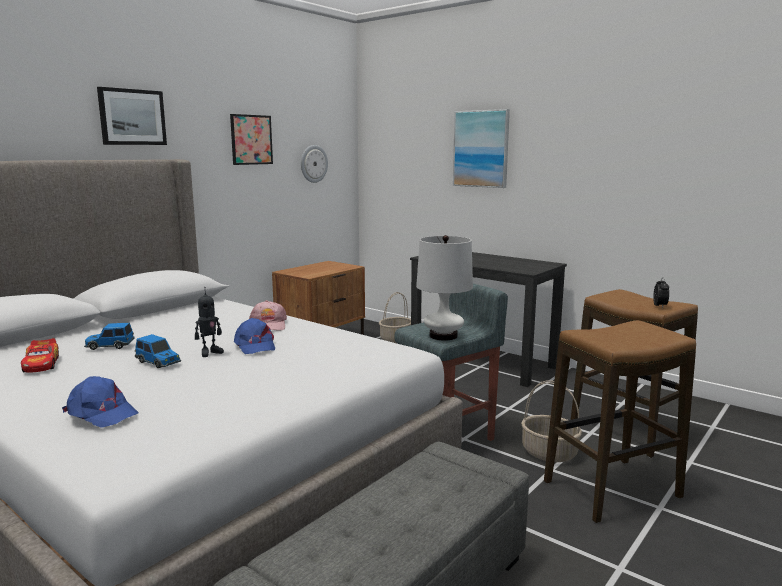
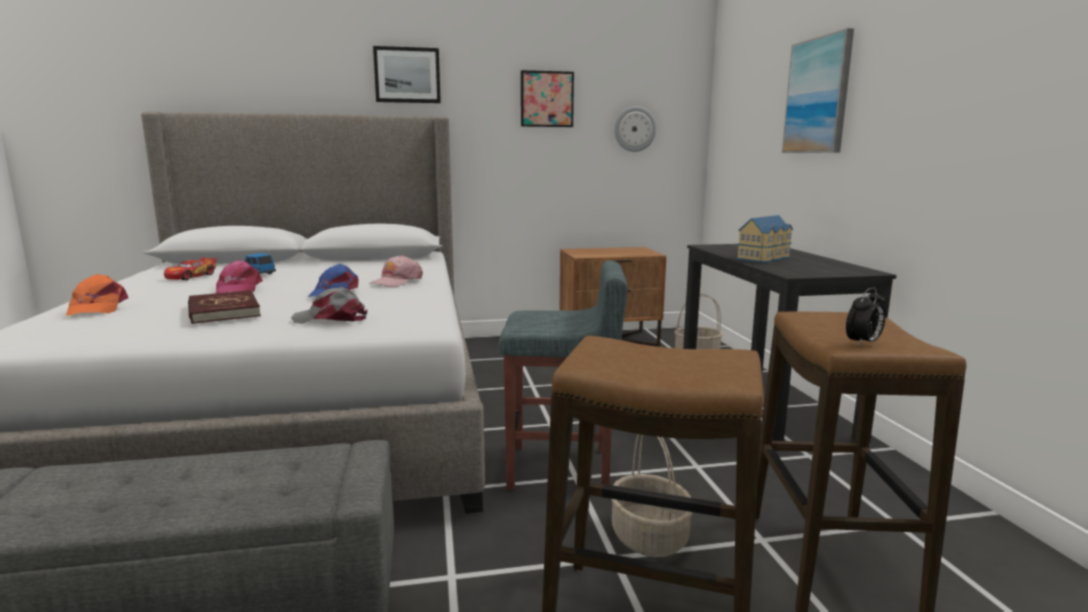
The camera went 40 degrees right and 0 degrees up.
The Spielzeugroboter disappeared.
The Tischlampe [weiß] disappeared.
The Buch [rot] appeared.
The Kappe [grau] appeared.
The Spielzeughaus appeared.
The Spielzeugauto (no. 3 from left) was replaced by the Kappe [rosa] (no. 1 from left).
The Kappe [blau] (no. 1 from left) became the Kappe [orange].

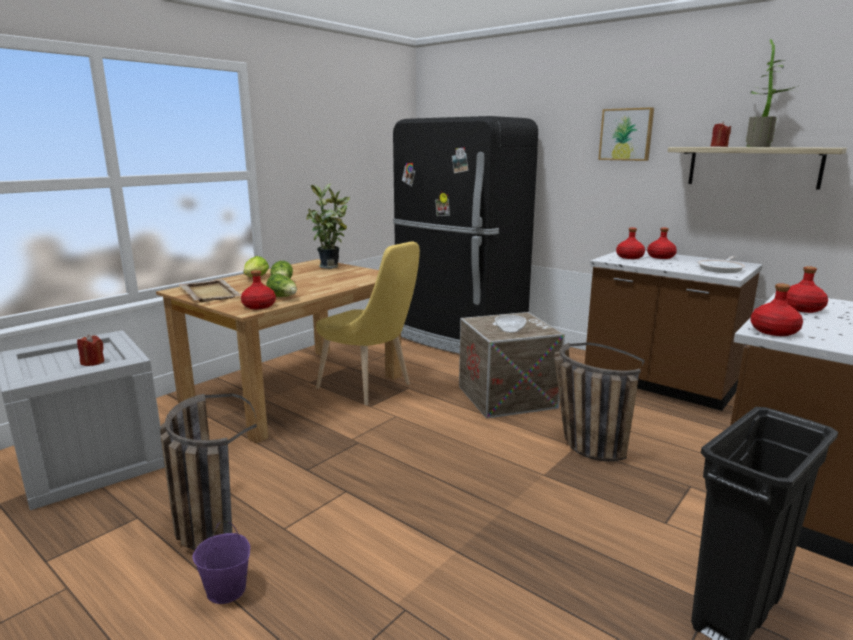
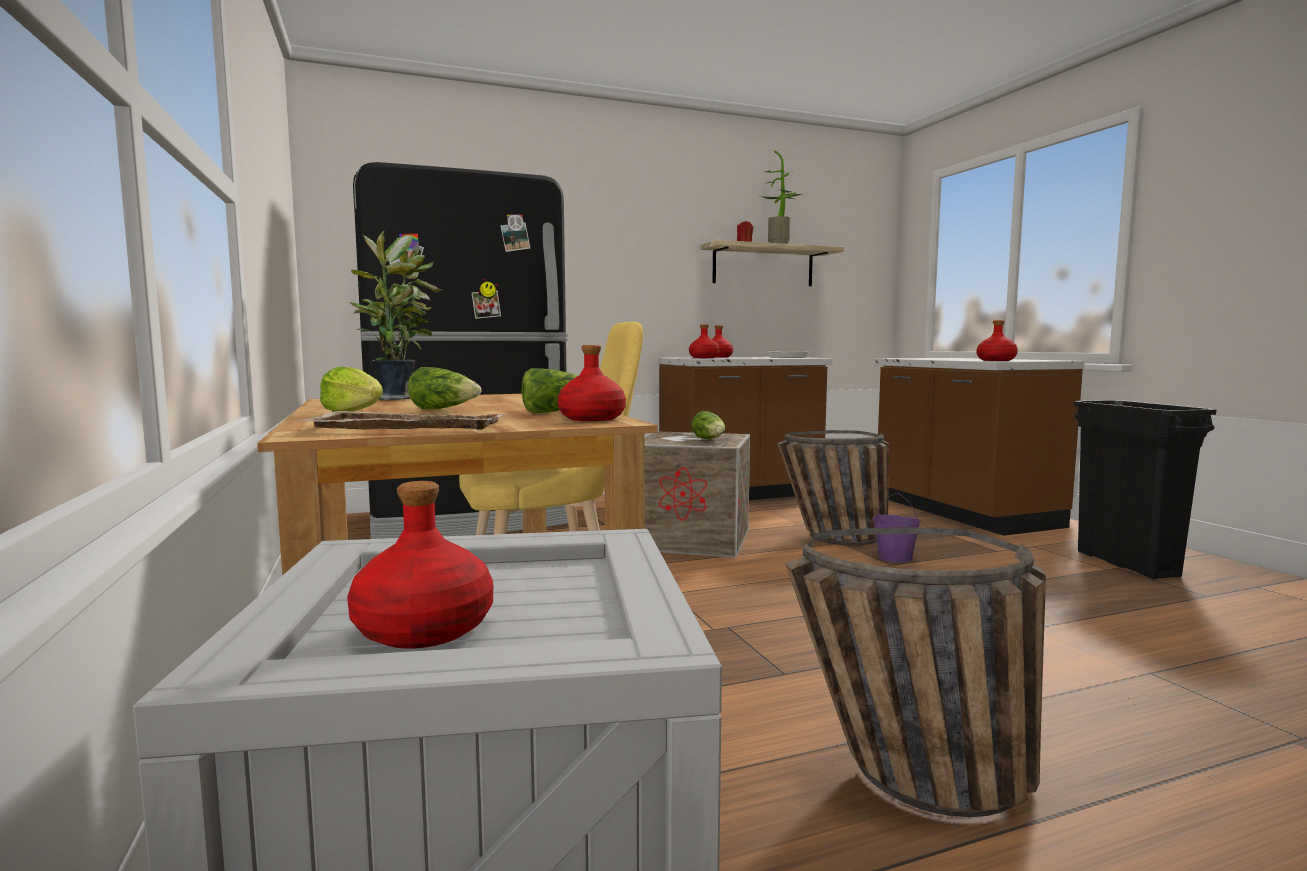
The camera went 60 degrees left and 10 degrees down.
The Kerze [rot] (no. 1 from left) disappeared.
The Bild disappeared.
The Eimer [lila] moved.
The Flasche [rot] (no. 5 from left in the first image) moved.
The Schüssel was replaced by the Salatkopf (no. 4 from left).

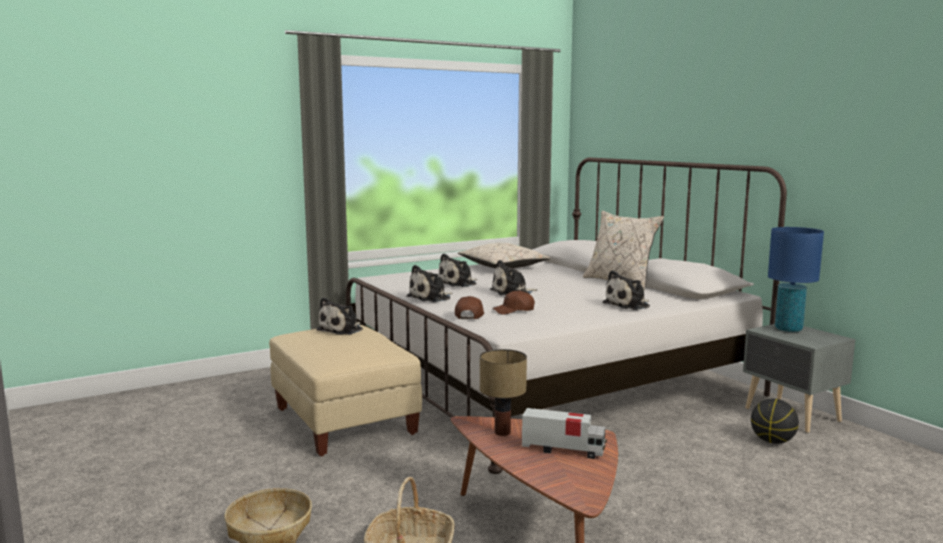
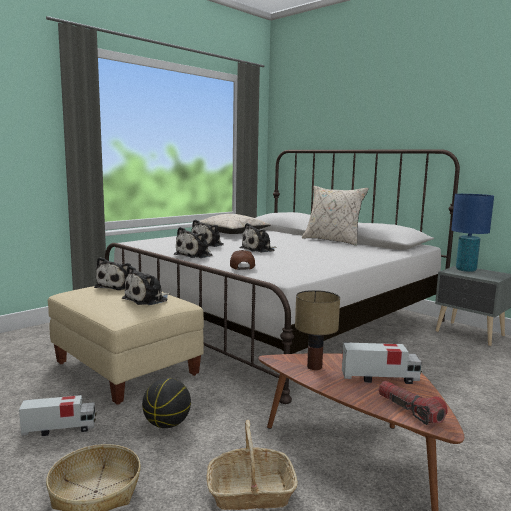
The camera went 15 degrees left and 0 degrees up.
The Kappe [braun] (no. 2 from left) disappeared.
The Spielzeuglaster (no. 1 from left) appeared.
The Taschenlampe appeared.
The Plüschtier (no. 5 from left in the first image) moved.
The Basketball moved.

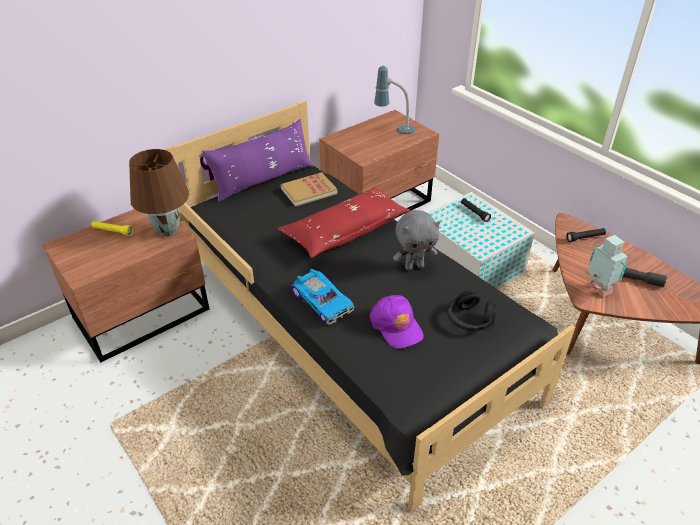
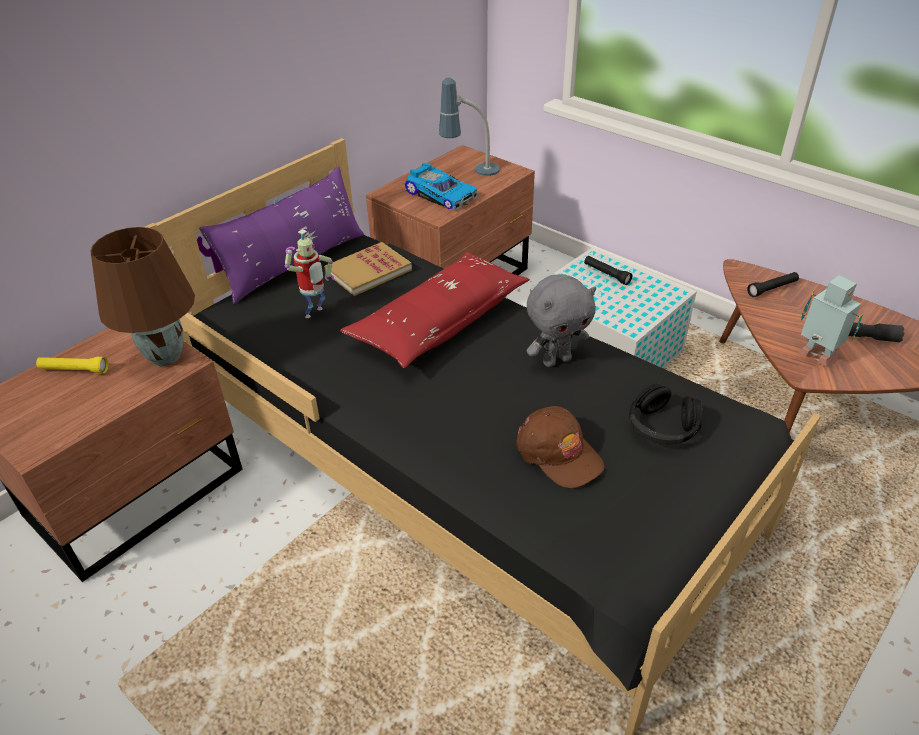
The camera went 10 degrees left and 0 degrees up.
The Spielzeugroboter (no. 1 from left) appeared.
The Spielzeugauto moved.
The Kappe [lila] became the Kappe [braun].

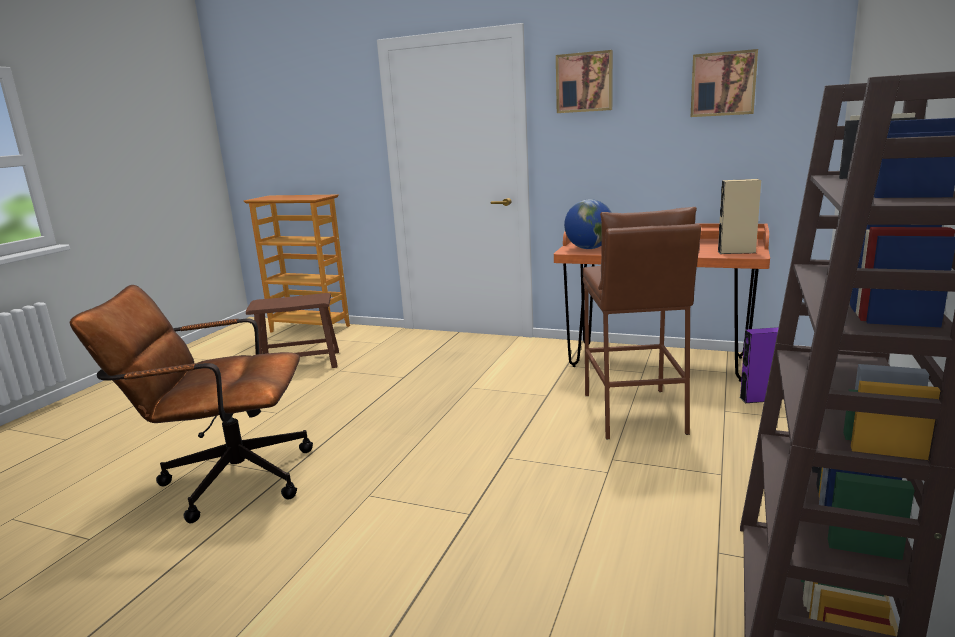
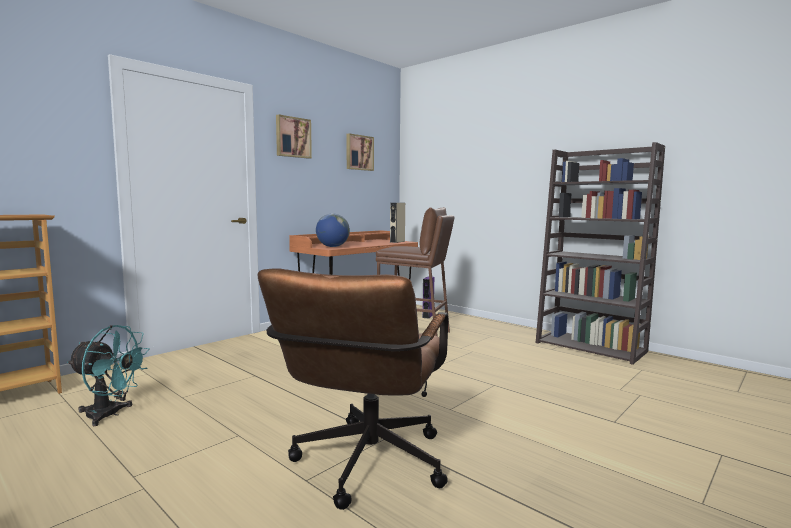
The camera went 70 degrees left and 10 degrees down.
The Hocker [braun] (no. 1 from left) was replaced by the Ventilator [türkis].

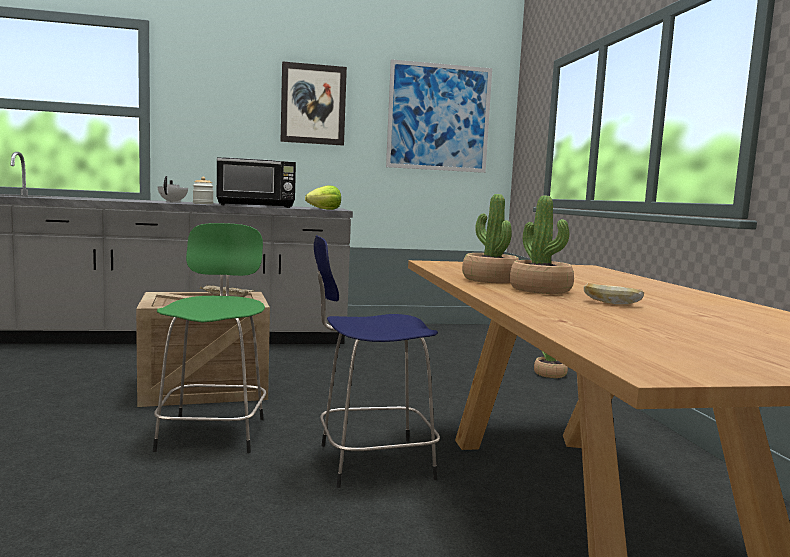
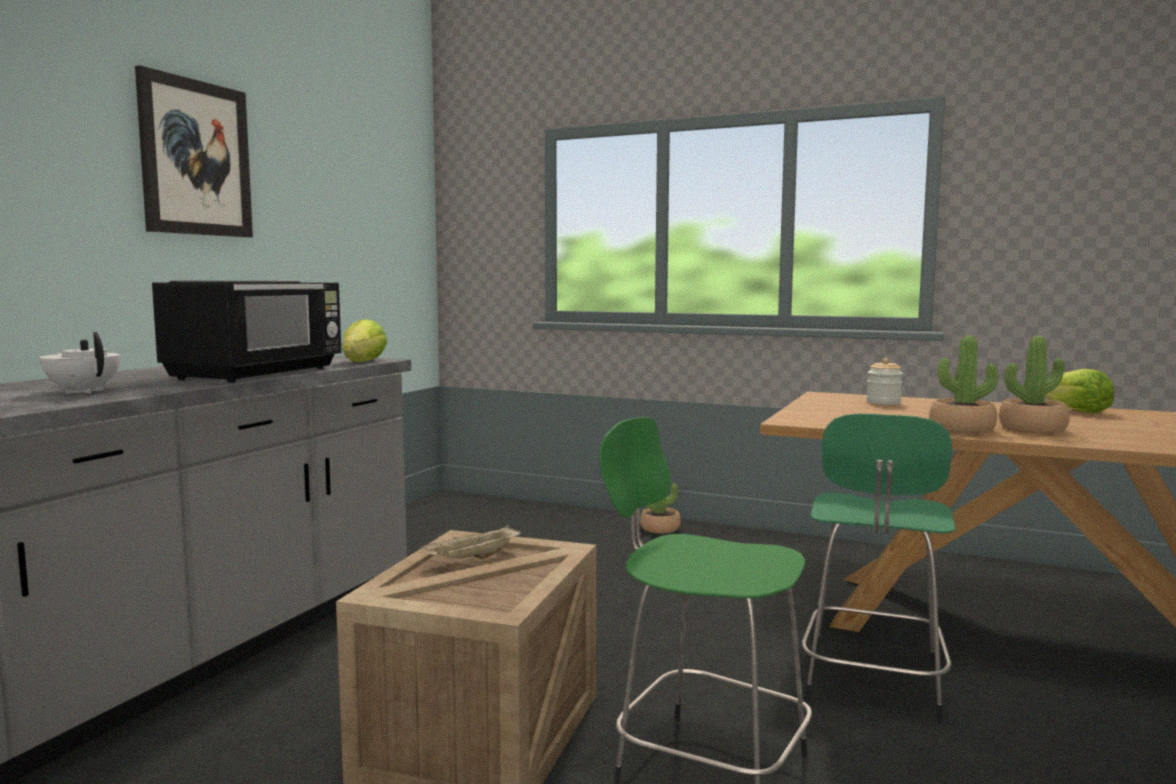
The camera went 55 degrees left and 0 degrees up.
The Bild (no. 2 from left) disappeared.
The Brot disappeared.
The Salatkopf (no. 2 from left) appeared.
The Vorratsglas moved.
The Hocker [blau] became the Hocker [grün] (no. 2 from left).

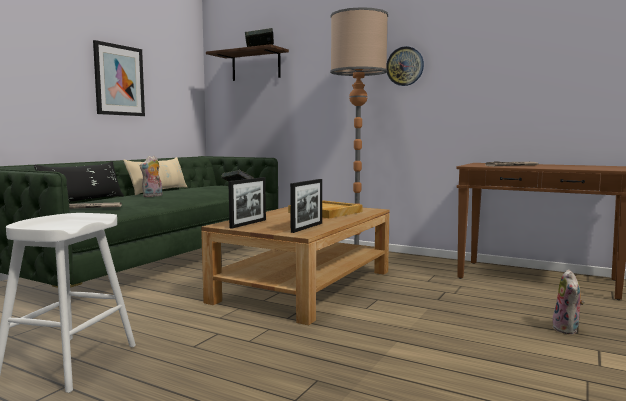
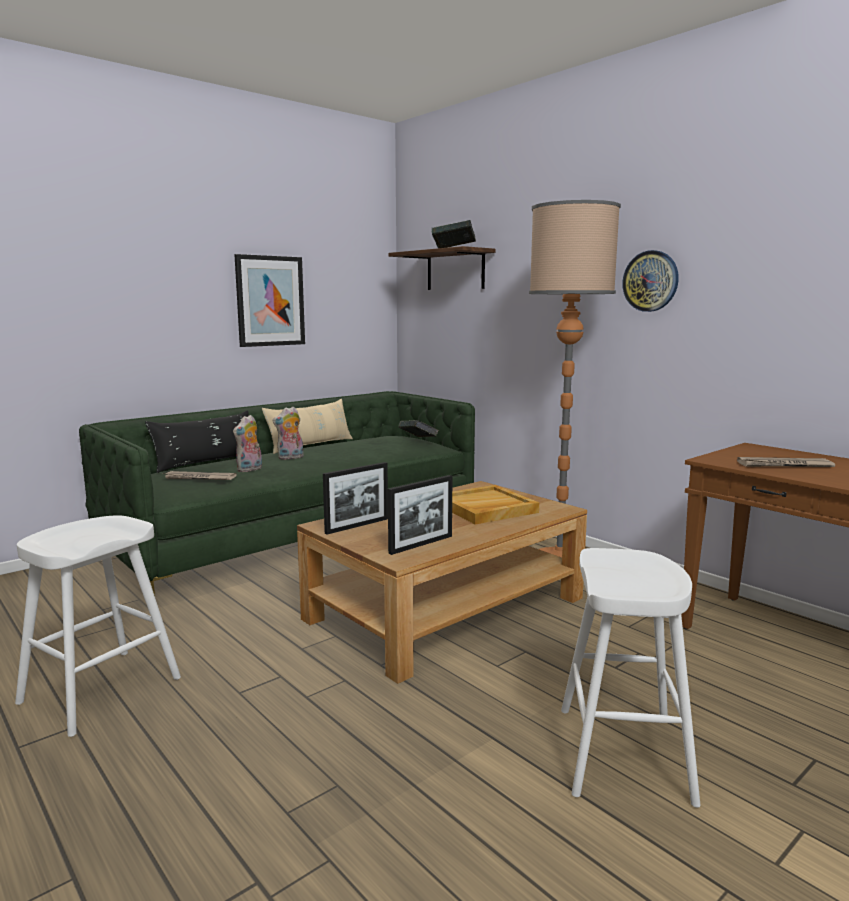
The camera went 20 degrees right and 5 degrees up.
The Hocker [weiß] (no. 2 from left) appeared.
The Plüschtier (no. 2 from left in the first image) moved.

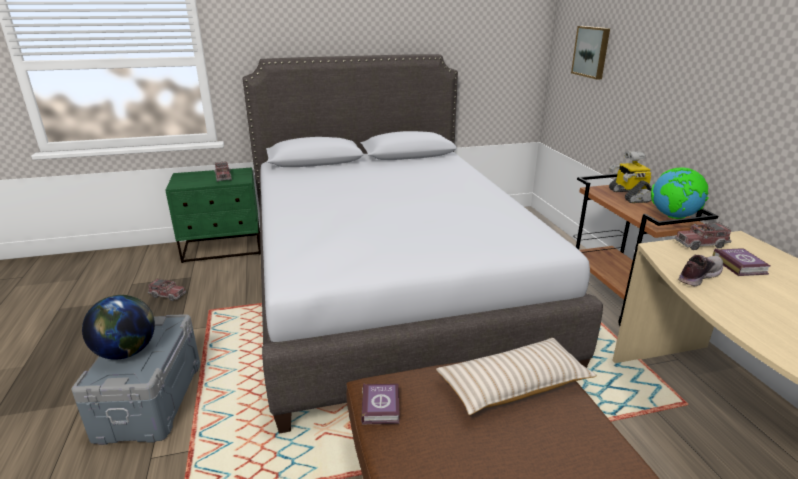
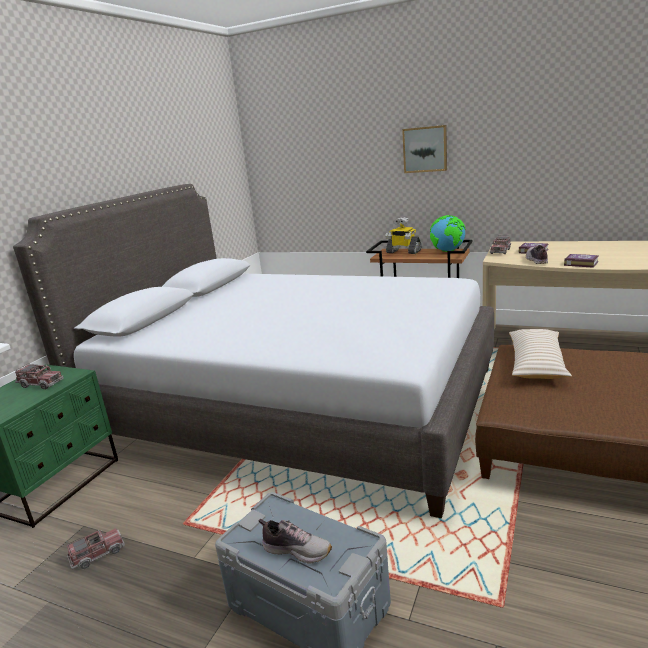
The camera went 50 degrees left and 5 degrees down.
The Buch (no. 1 from left in the first image) moved.
The Bild moved.
The Globus (no. 1 from left) was replaced by the Schuh (no. 1 from left).

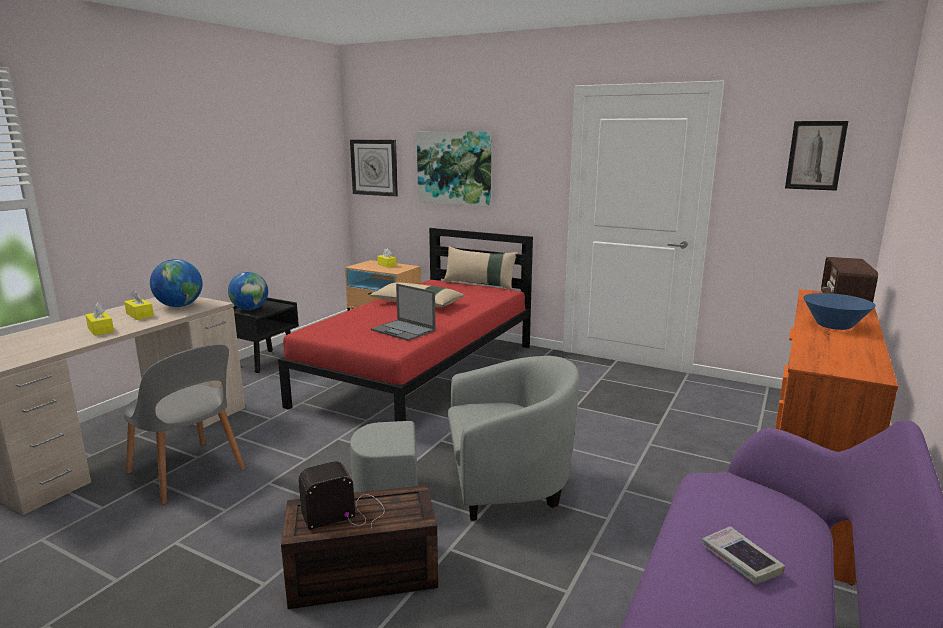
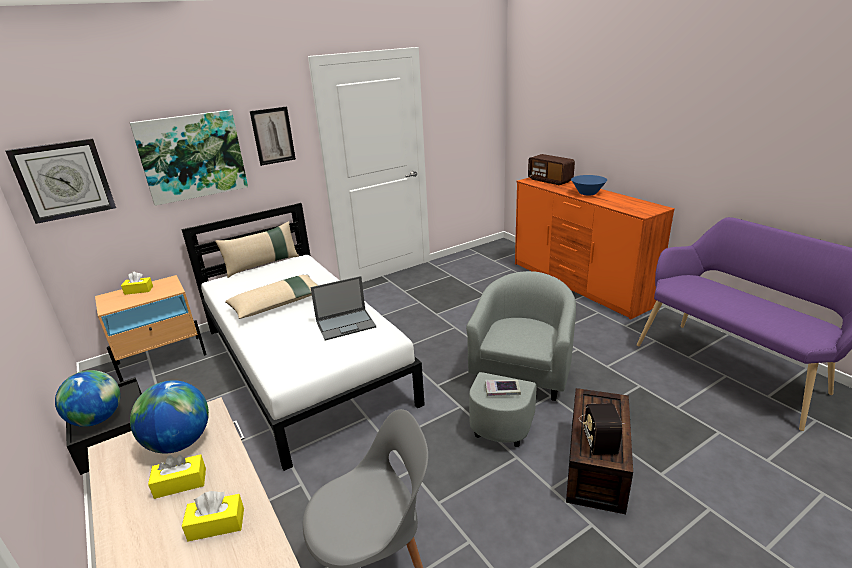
The camera went 60 degrees left and 10 degrees up.
The Buch moved.
The Bild (no. 2 from left) moved.
The Bett [rot] became the Bett [weiß].

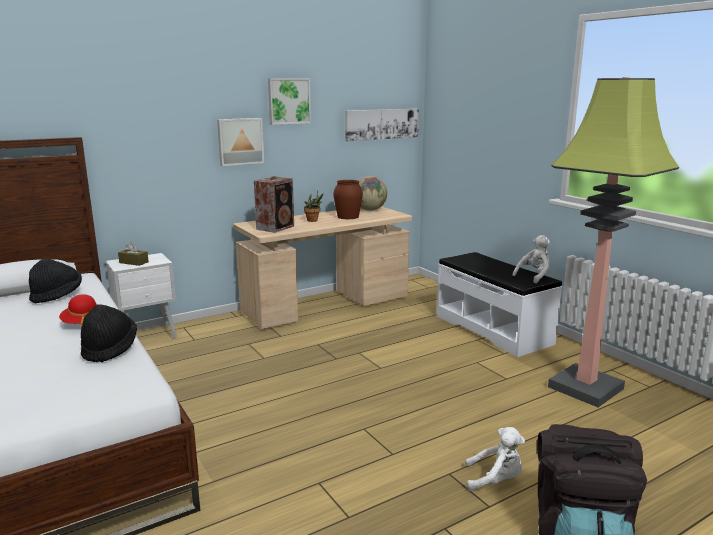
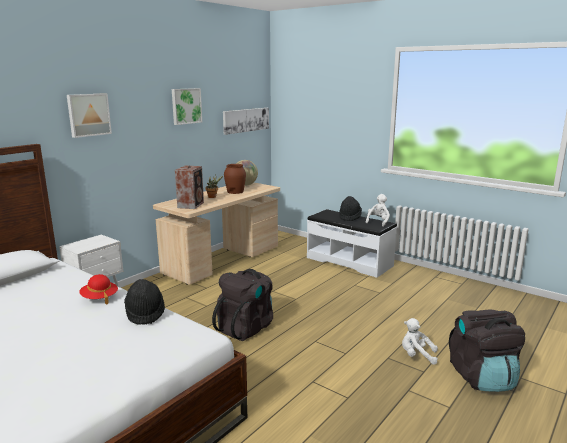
The camera went 20 degrees left and 0 degrees up.
The Taschentuchbox [braun] disappeared.
The Stehlampe disappeared.
The Rucksack [schwarz] (no. 1 from left) appeared.
The Hut [schwarz] (no. 1 from left in the first image) moved.
The Bild (no. 1 from left) moved.
The Plüschtier [weiß] (no. 1 from left in the first image) turned 150 degrees counterclockwise.

